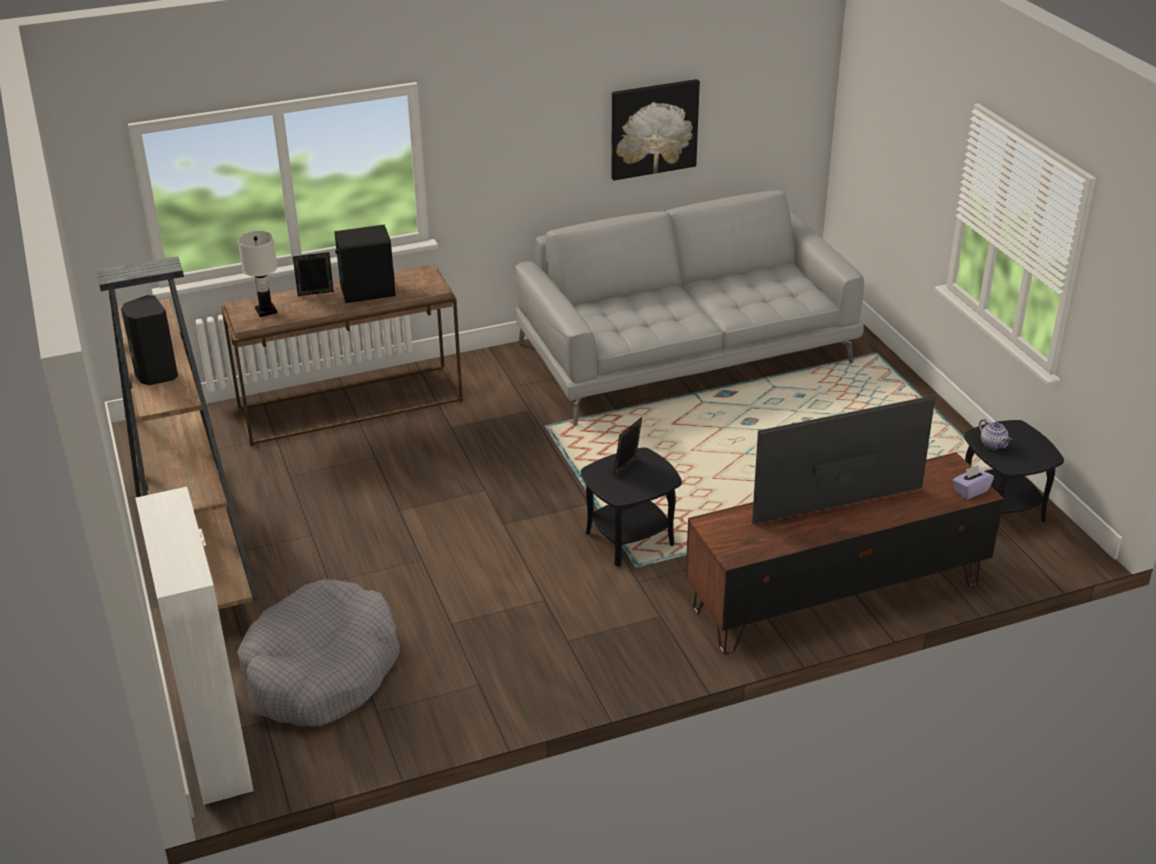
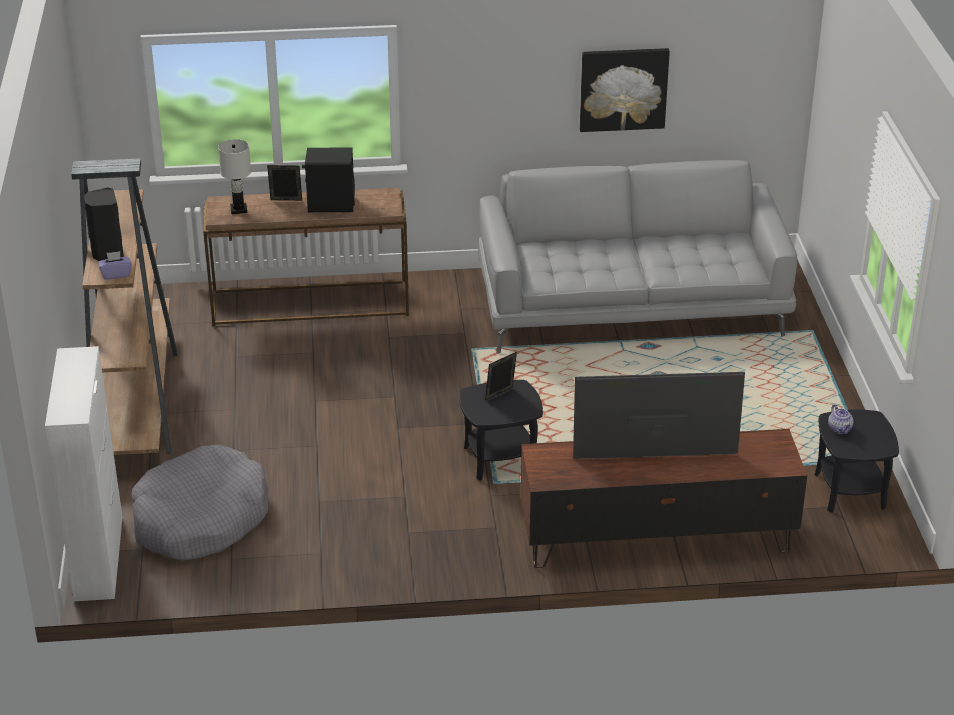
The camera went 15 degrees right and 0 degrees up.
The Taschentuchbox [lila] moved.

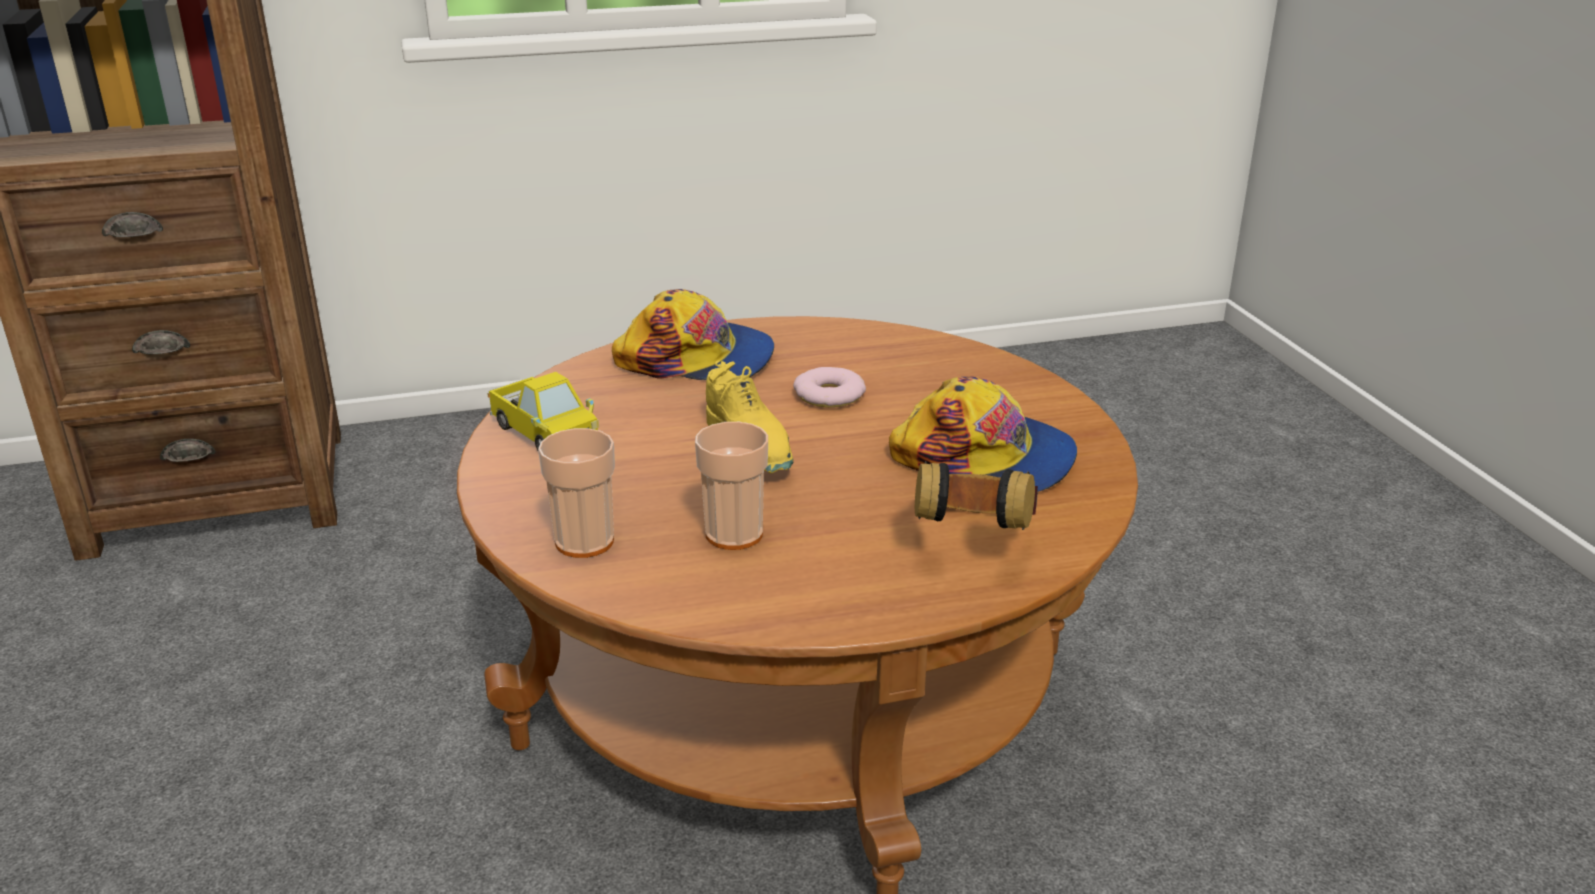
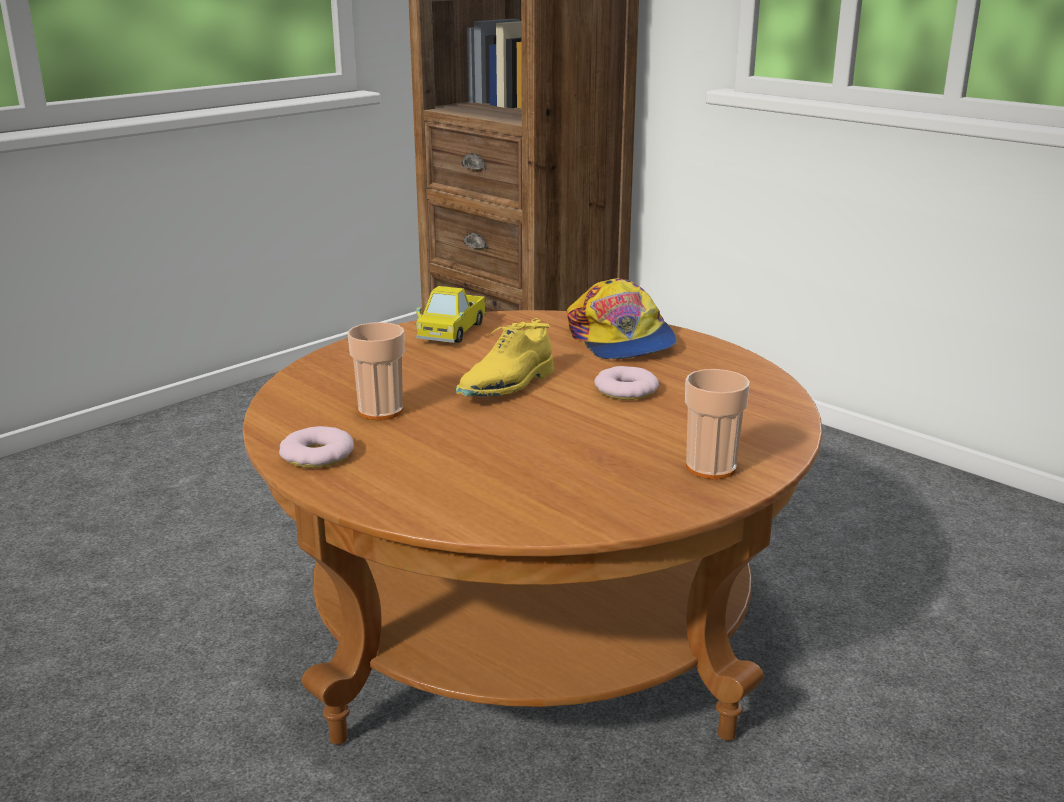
The camera went 60 degrees right and 5 degrees down.
The Kappe (no. 2 from left) disappeared.
The Kopfhörer disappeared.
The Donut (no. 1 from left) appeared.
The Tasse (no. 1 from left in the first image) moved.

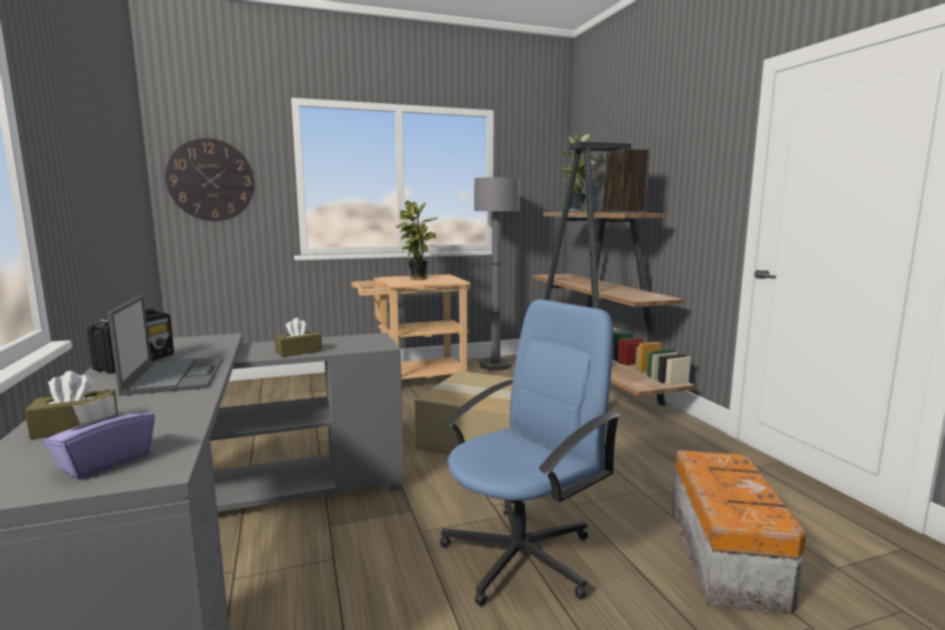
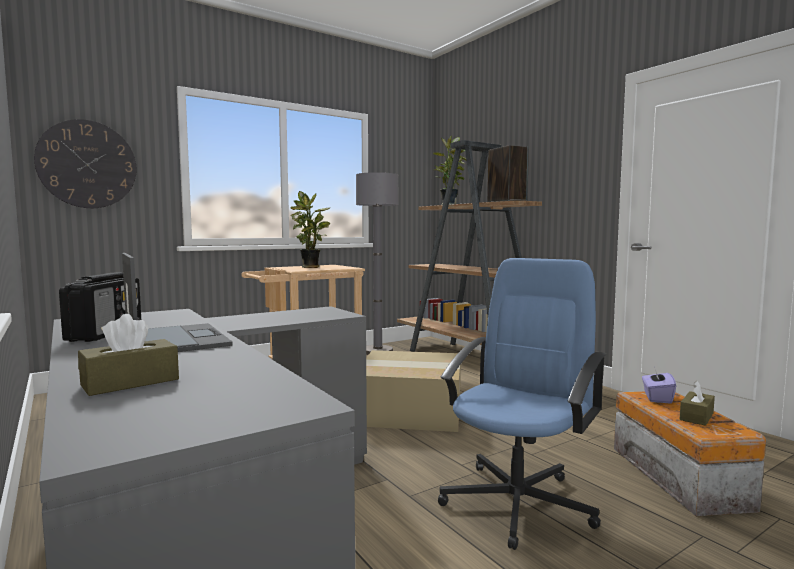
The camera went 15 degrees left and 5 degrees down.
The Taschentuchbox [lila] moved.
The Taschentuchbox [braun] (no. 2 from left) moved.

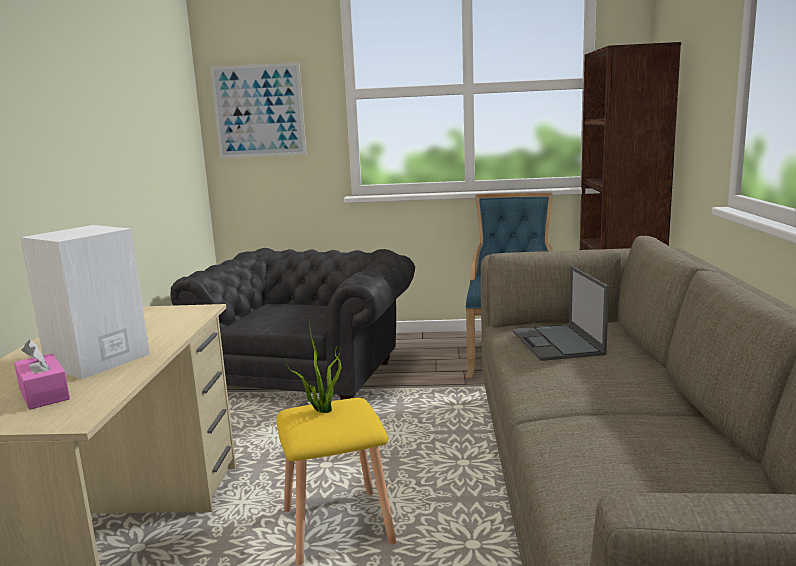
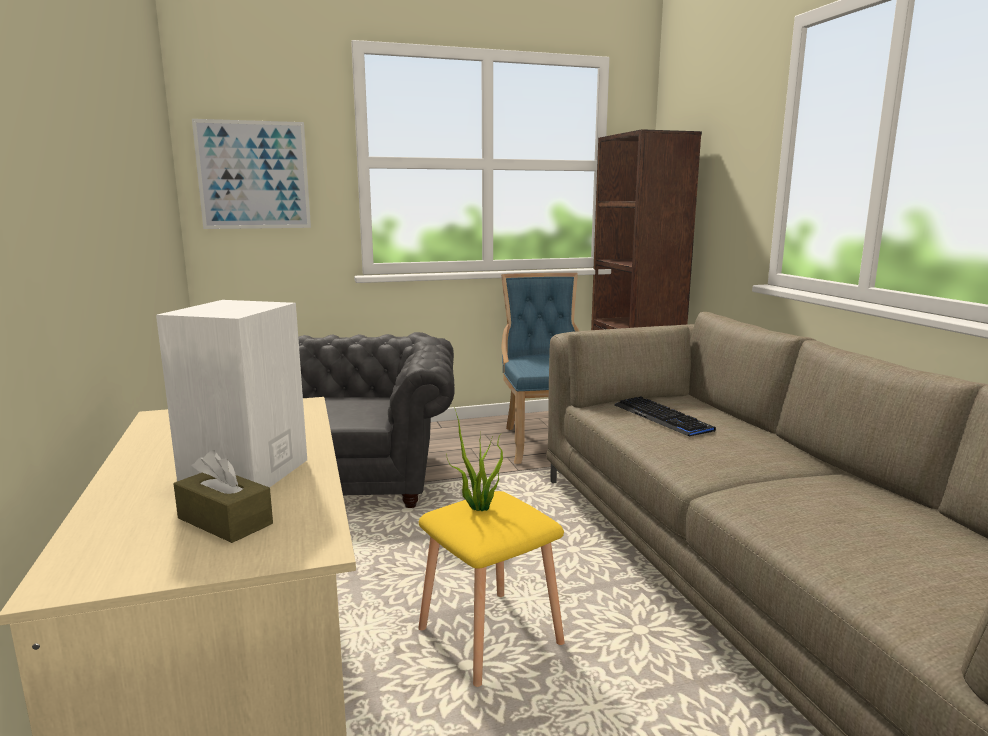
The camera went 20 degrees left and 0 degrees up.
The Laptop was replaced by the Tastatur.
The Taschentuchbox [rosa] became the Taschentuchbox [braun].

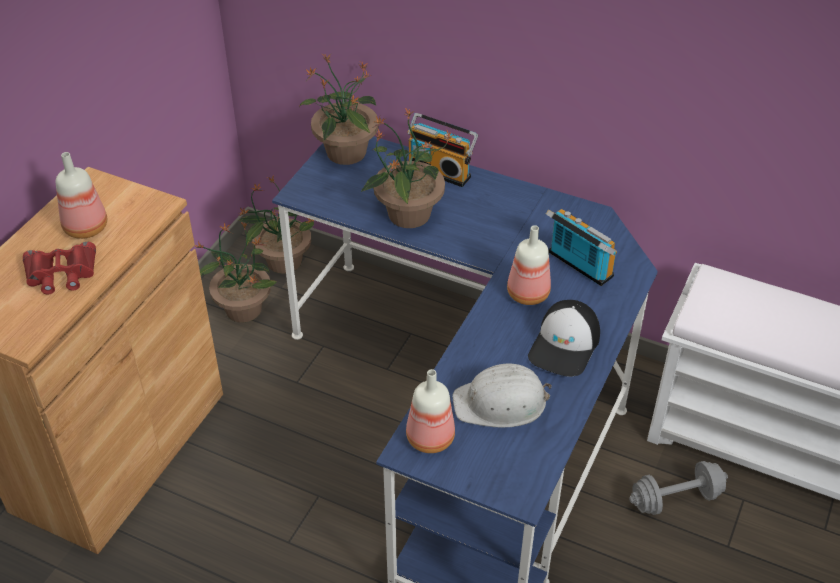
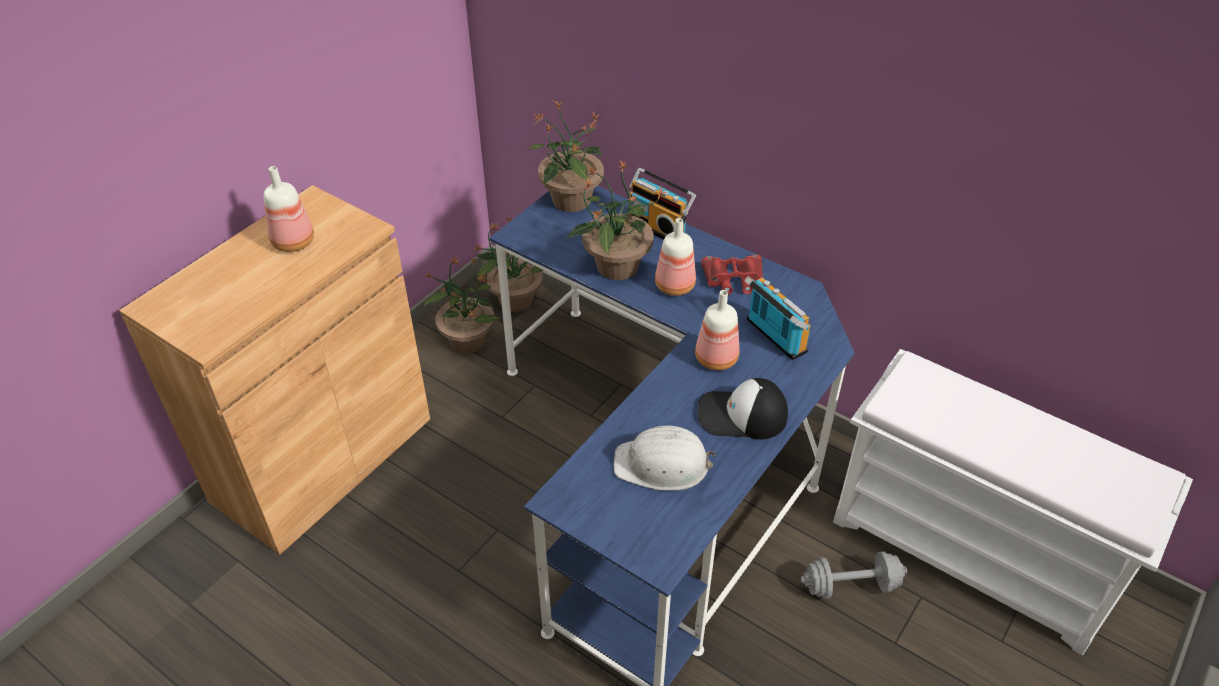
The camera went 10 degrees right and 0 degrees up.
The Fernglas [rot] moved.
The Flasche (no. 2 from left) moved.
The Kappe turned 60 degrees clockwise.

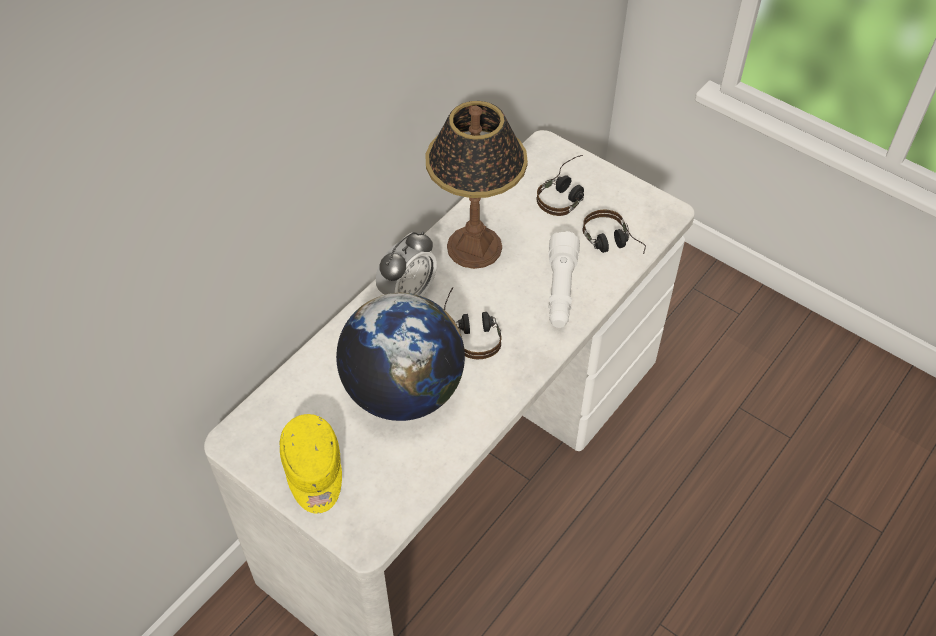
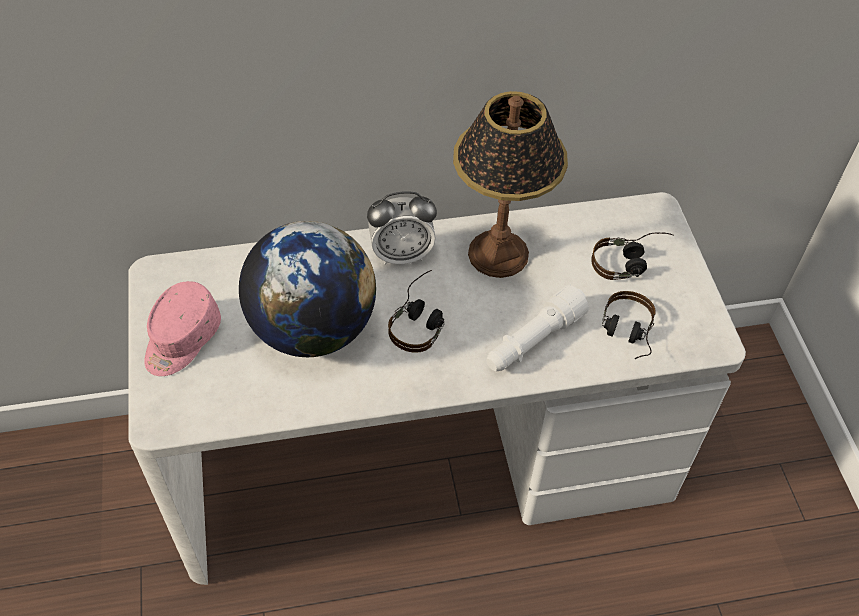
The camera went 40 degrees right and 0 degrees up.
The Kappe [gelb] became the Kappe [rosa].

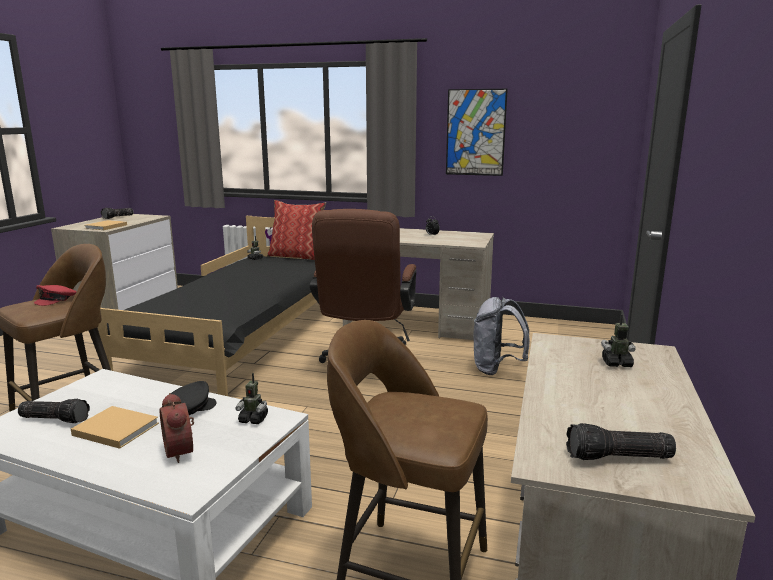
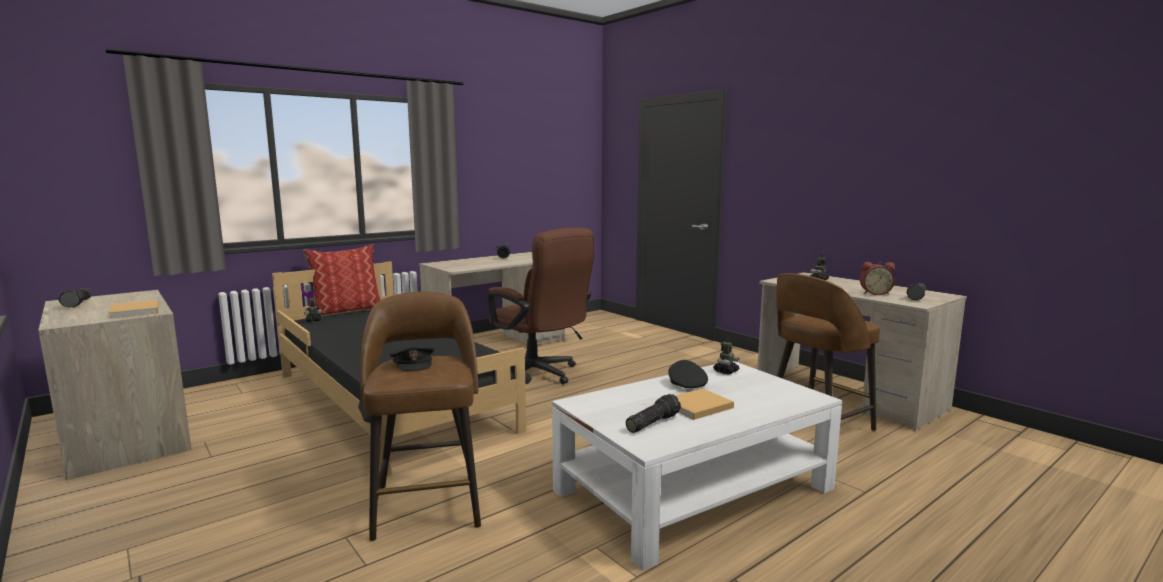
The camera went 55 degrees left and 5 degrees down.
The Bild disappeared.
The Rucksack [grau] disappeared.
The Wecker (no. 1 from left in the first image) moved.
The Kappe [rot] became the Kappe [schwarz] (no. 1 from left).

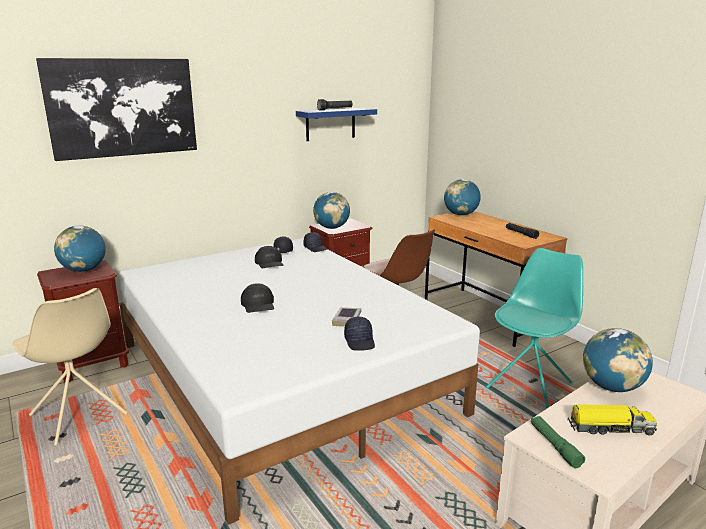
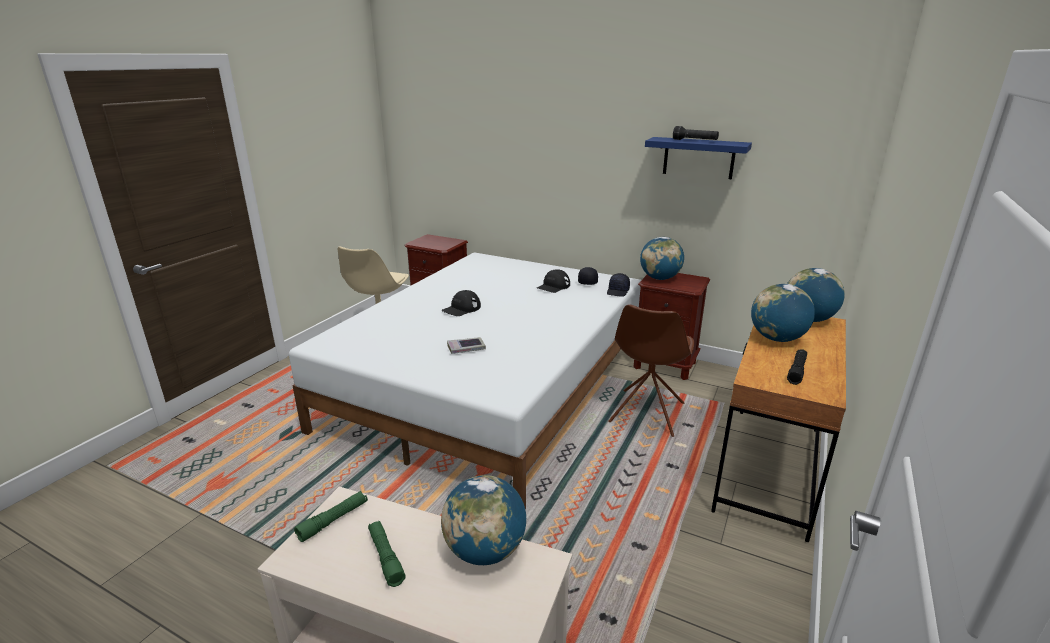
The camera went 60 degrees right and 5 degrees up.
The Bild disappeared.
The Kappe [schwarz] (no. 5 from left) disappeared.
The Stuhl [türkis] disappeared.
The Globus (no. 1 from left in the first image) moved.
The Spielzeuglaster was replaced by the Taschenlampe [grün] (no. 2 from left).

